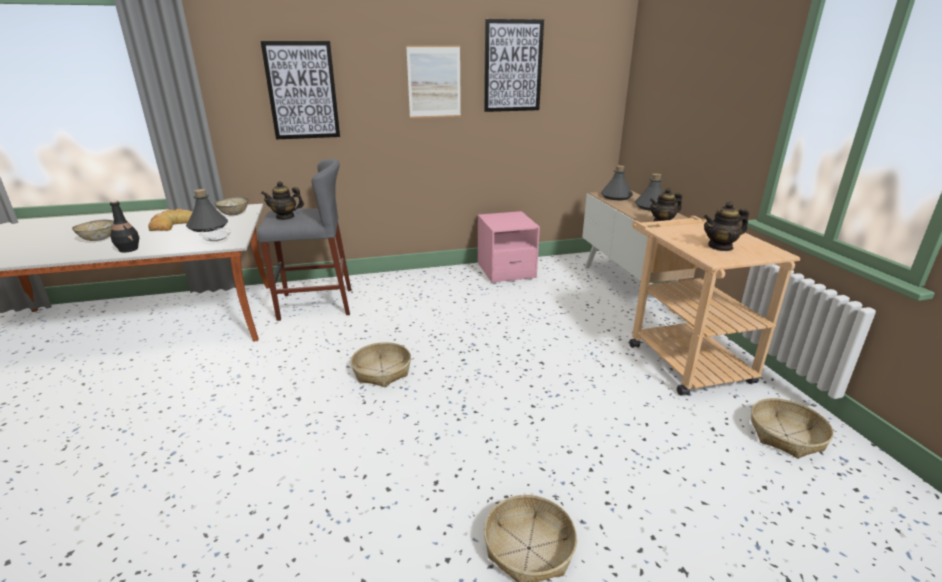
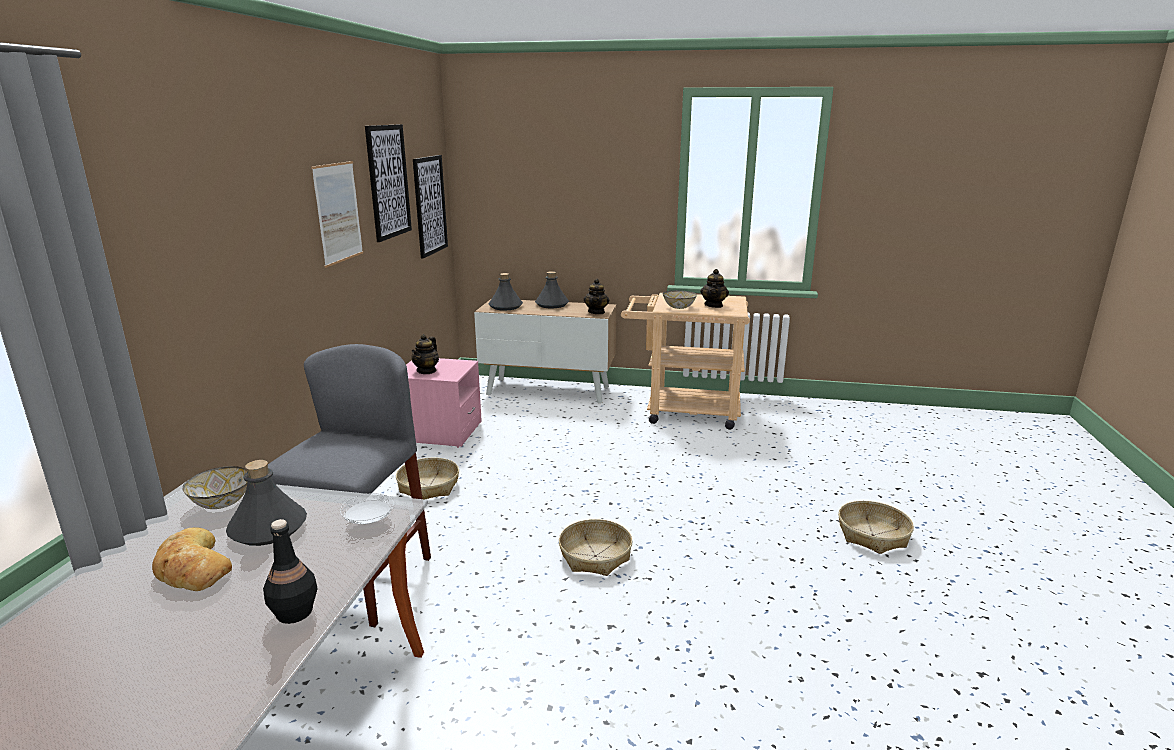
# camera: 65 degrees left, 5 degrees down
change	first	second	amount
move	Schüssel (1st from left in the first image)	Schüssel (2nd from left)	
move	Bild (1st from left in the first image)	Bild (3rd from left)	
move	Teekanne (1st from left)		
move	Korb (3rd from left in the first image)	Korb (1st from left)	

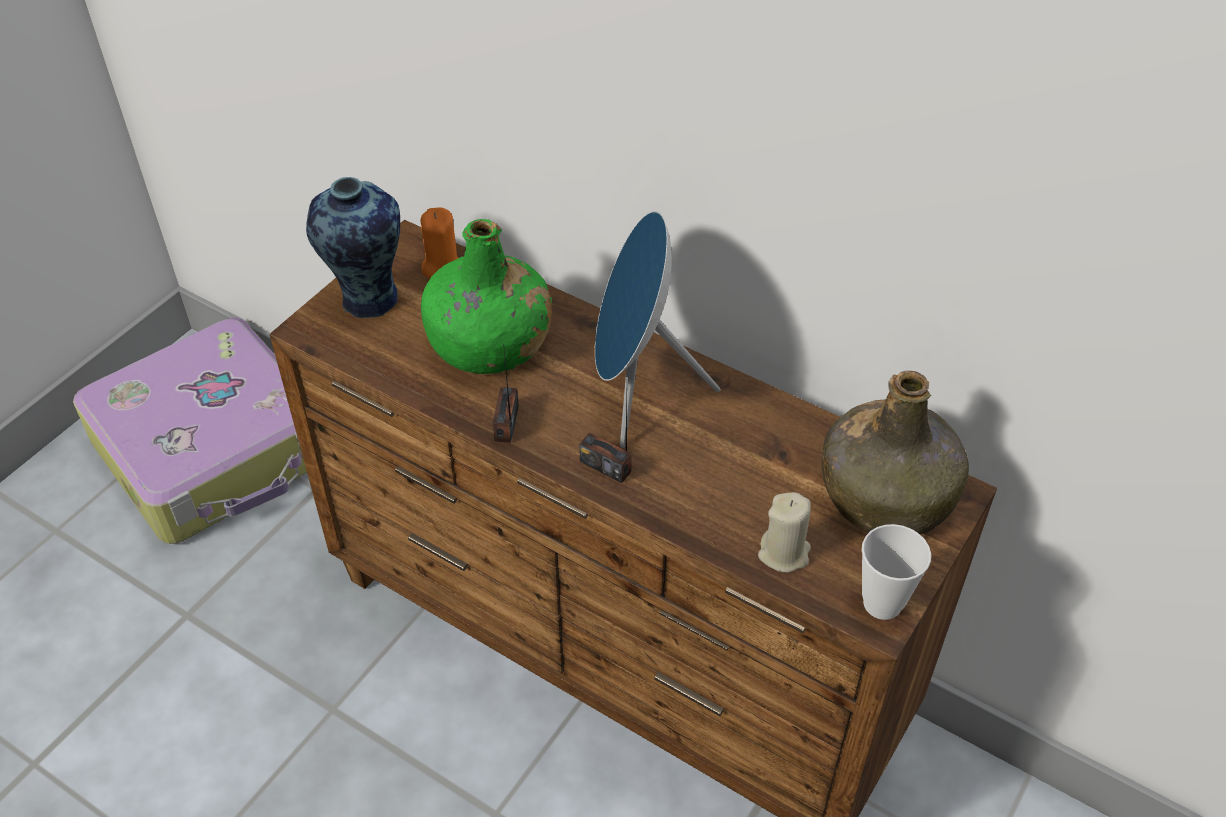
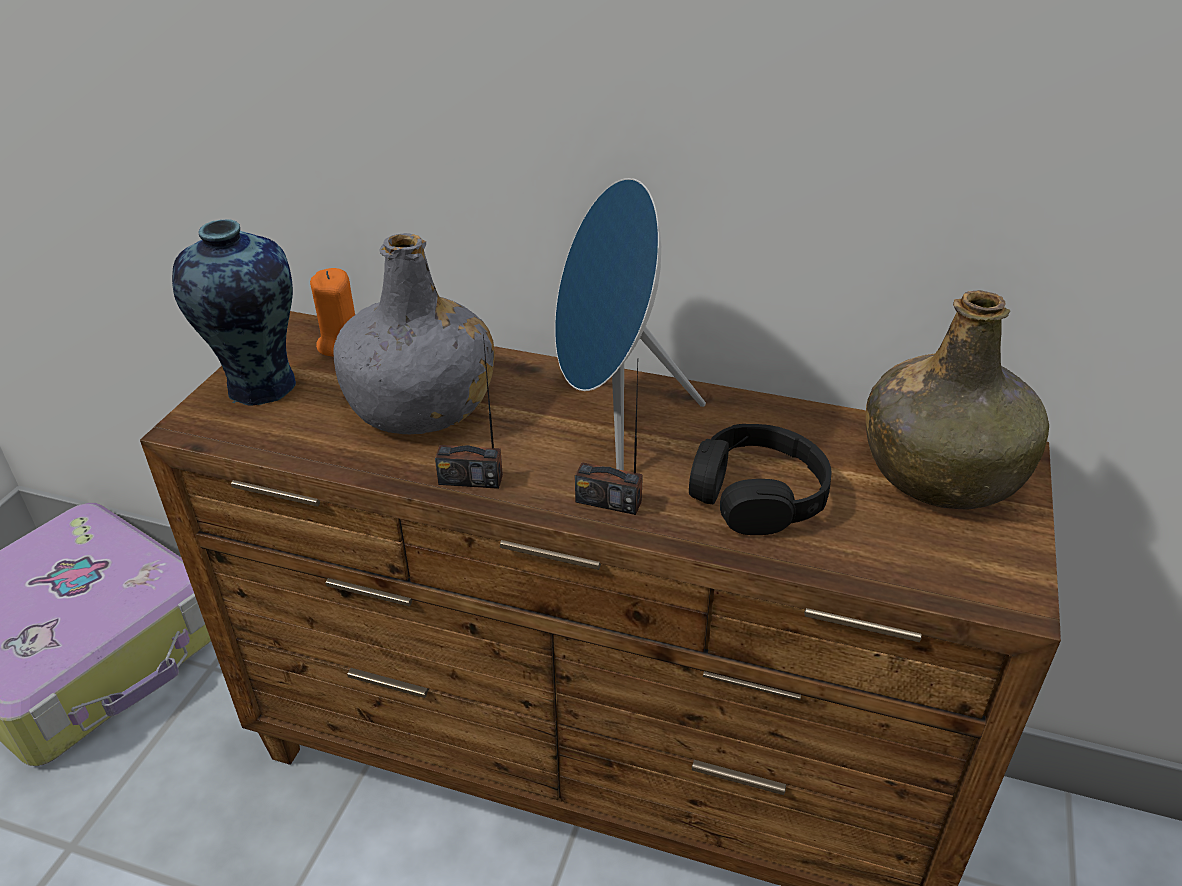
# camera: 15 degrees left, 10 degrees down
change	first	second	amount
delete	Kerze/beige		
delete	Tasse		
insert		Kopfhörer/schwarz	
recolor	Flasche/grün (1st from left)	Flasche/grau	
rotate	Radio (1st from left)		75 degrees counterclockwise

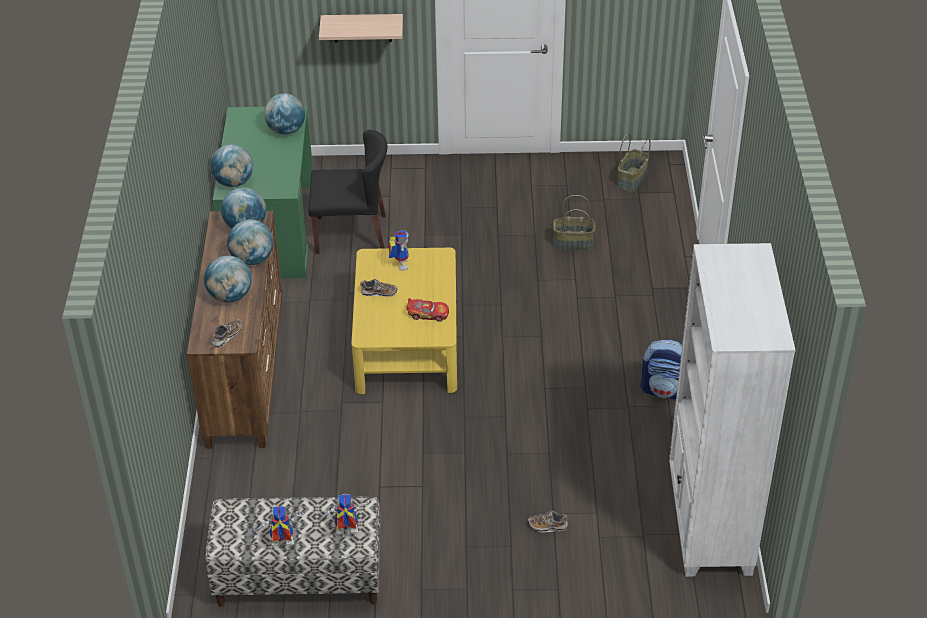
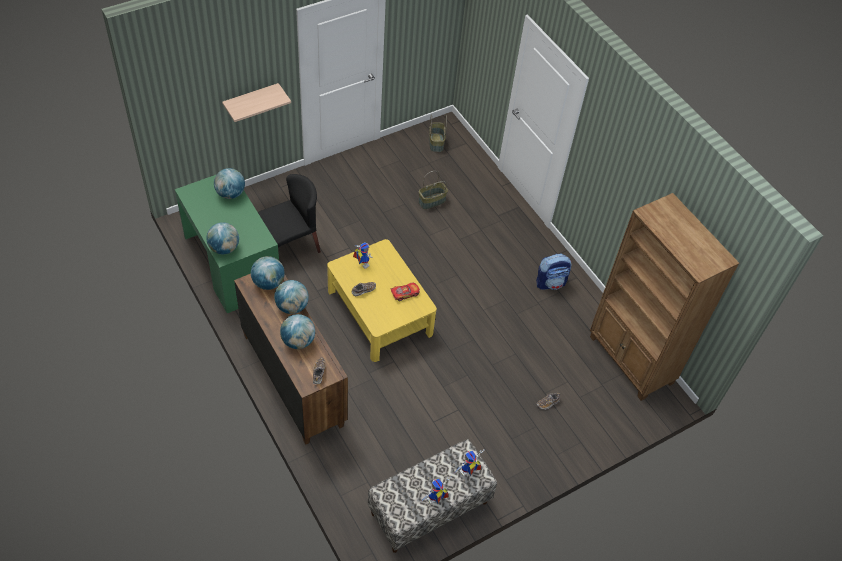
# camera: 35 degrees left, 10 degrees up
change	first	second	amount
recolor	Bücherregal/weiß	Bücherregal/braun	

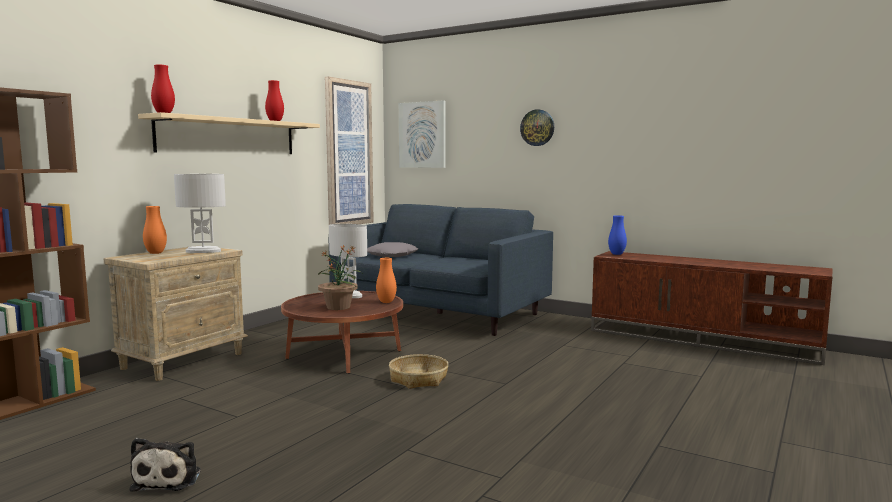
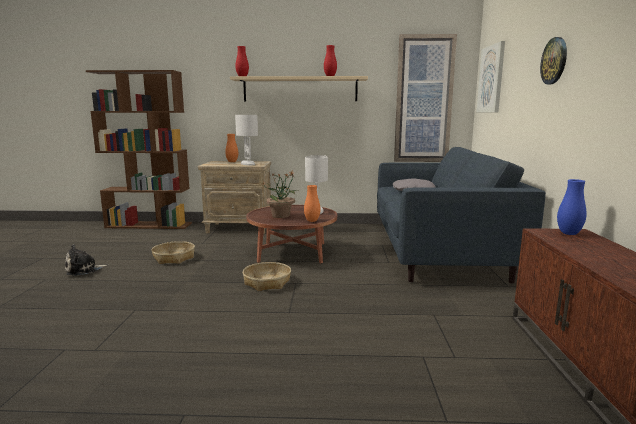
# camera: 60 degrees right, 5 degrees up
change	first	second	amount
insert		Korb (1st from left)	

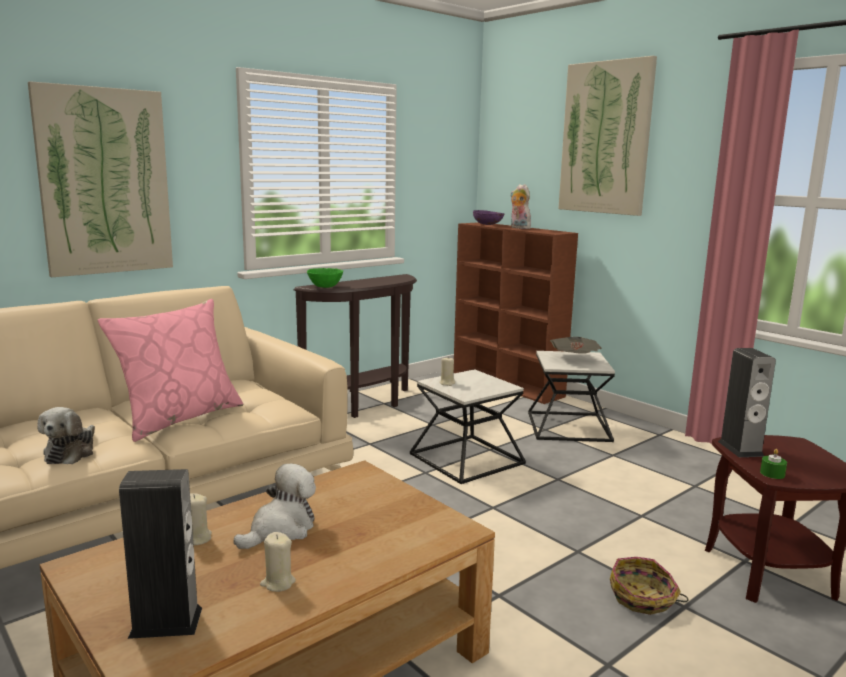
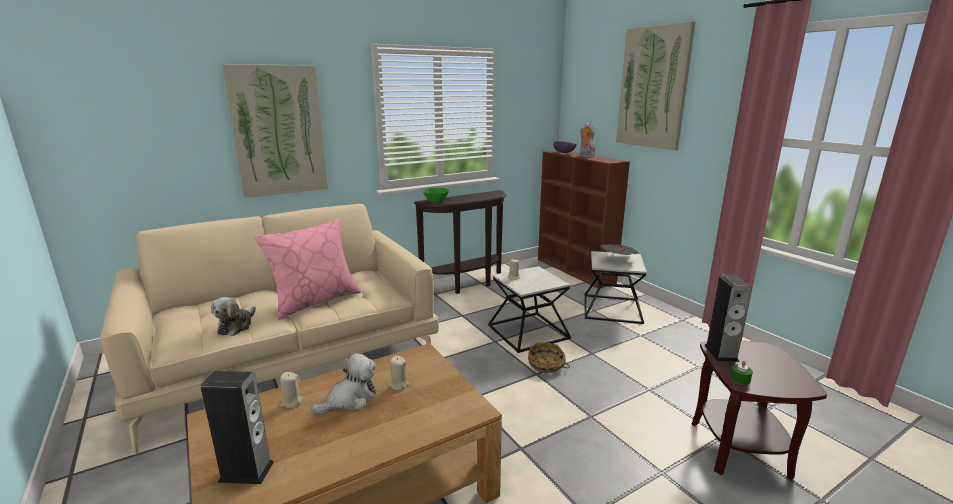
# camera: 10 degrees right, 5 degrees up
change	first	second	amount
move	Kerze/beige (2nd from left)		
move	Korb		

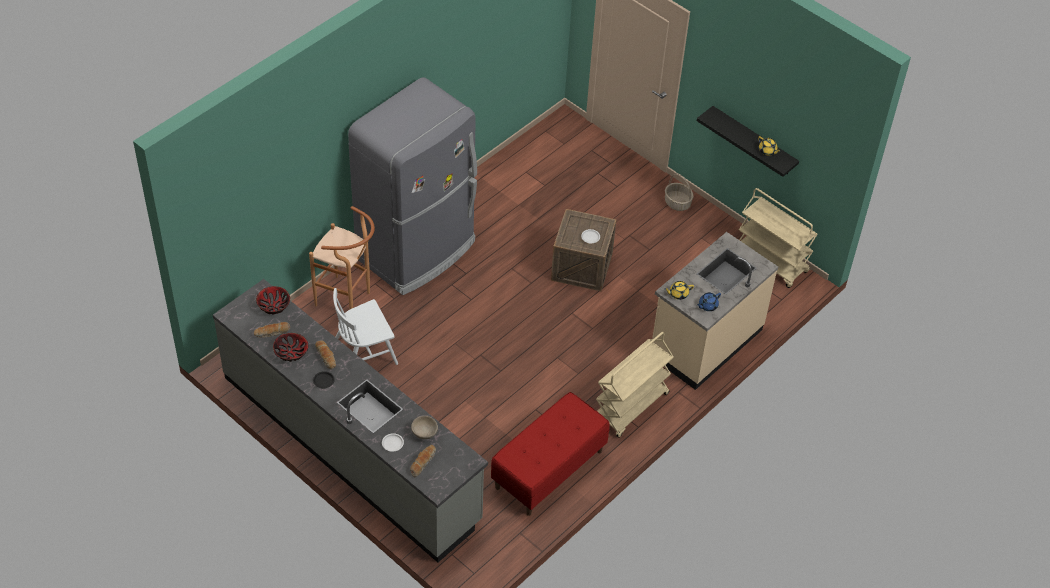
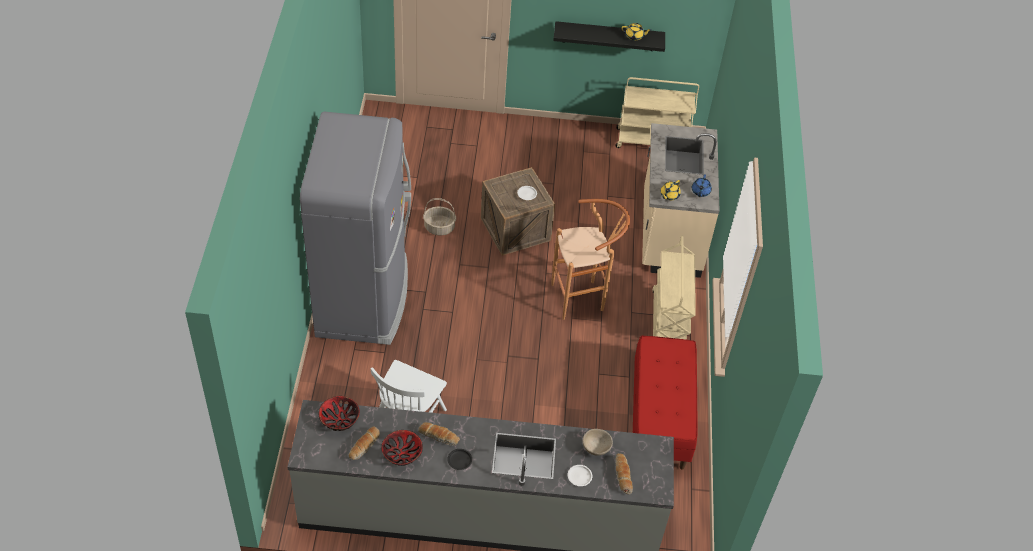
# camera: 40 degrees left, 0 degrees up
change	first	second	amount
move	Hocker/braun		
move	Korb		

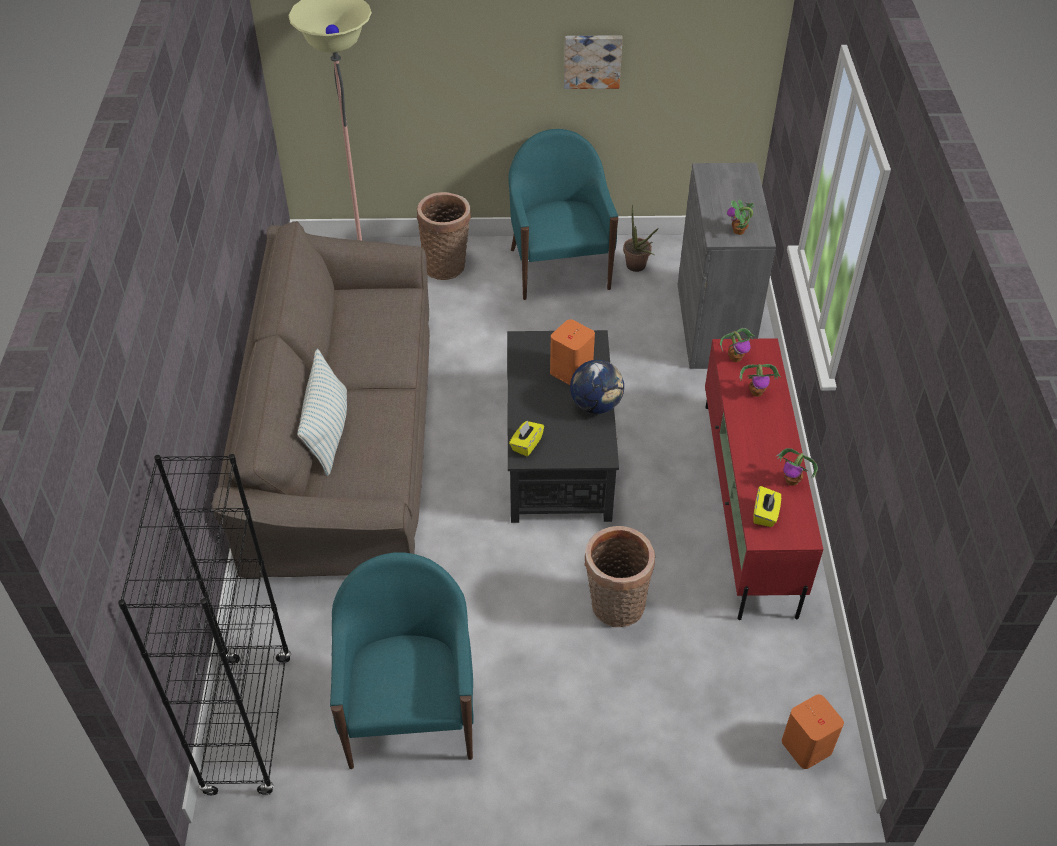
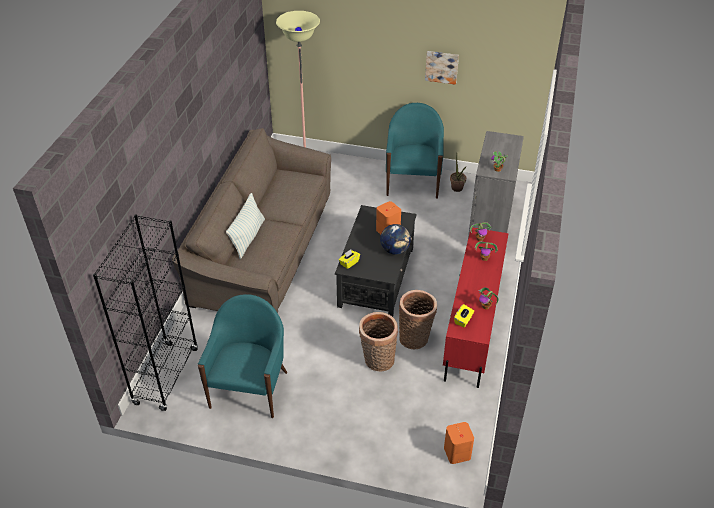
# camera: 15 degrees right, 5 degrees down
change	first	second	amount
move	Korb (1st from left in the first image)	Korb (2nd from left)	

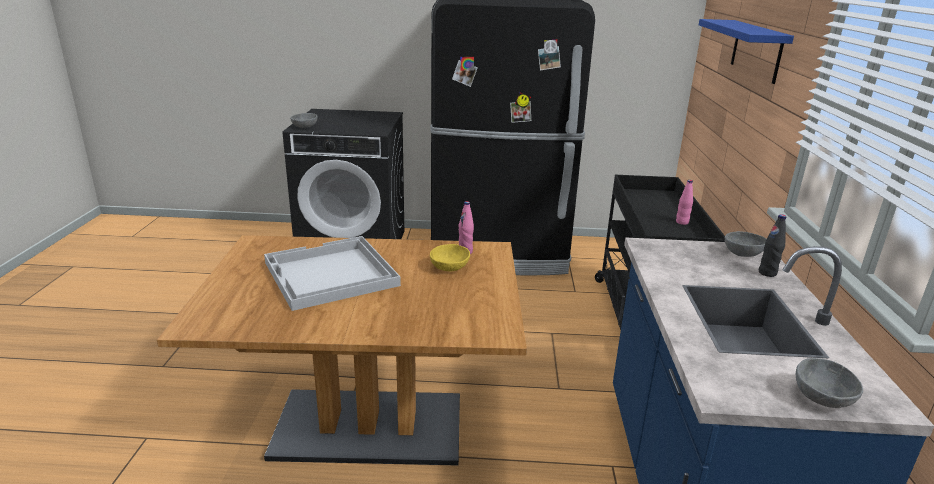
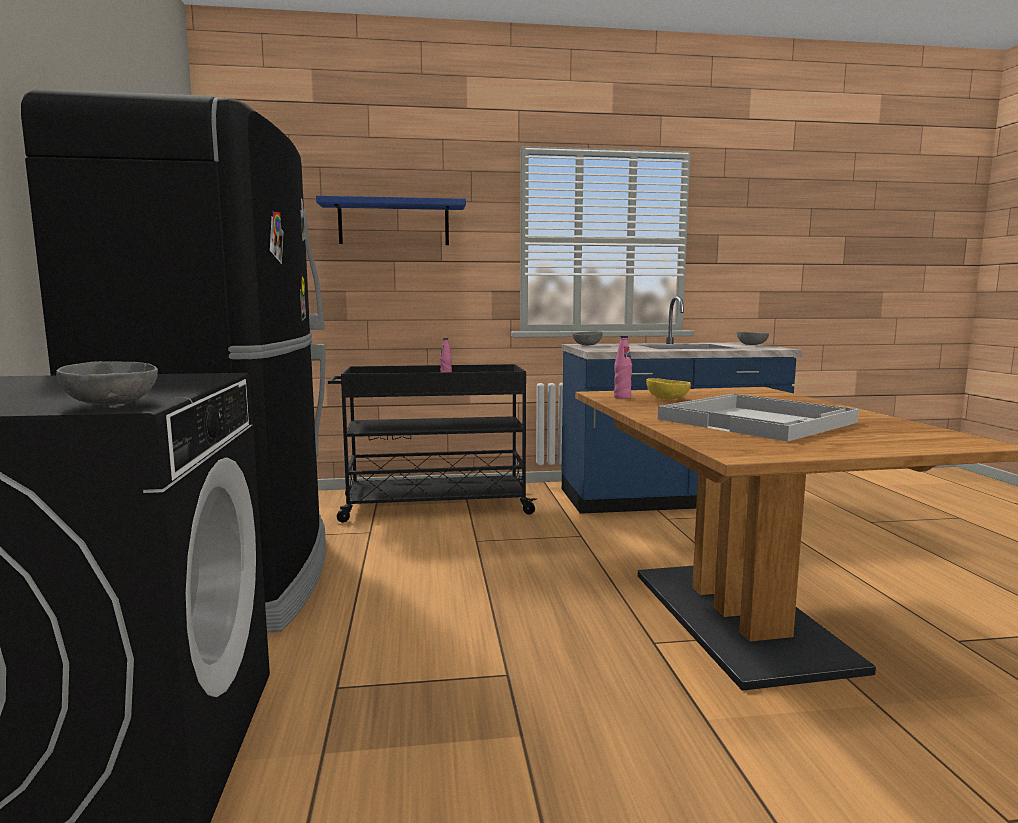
# camera: 100 degrees left, 15 degrees down
change	first	second	amount
delete	Flasche/schwarz		

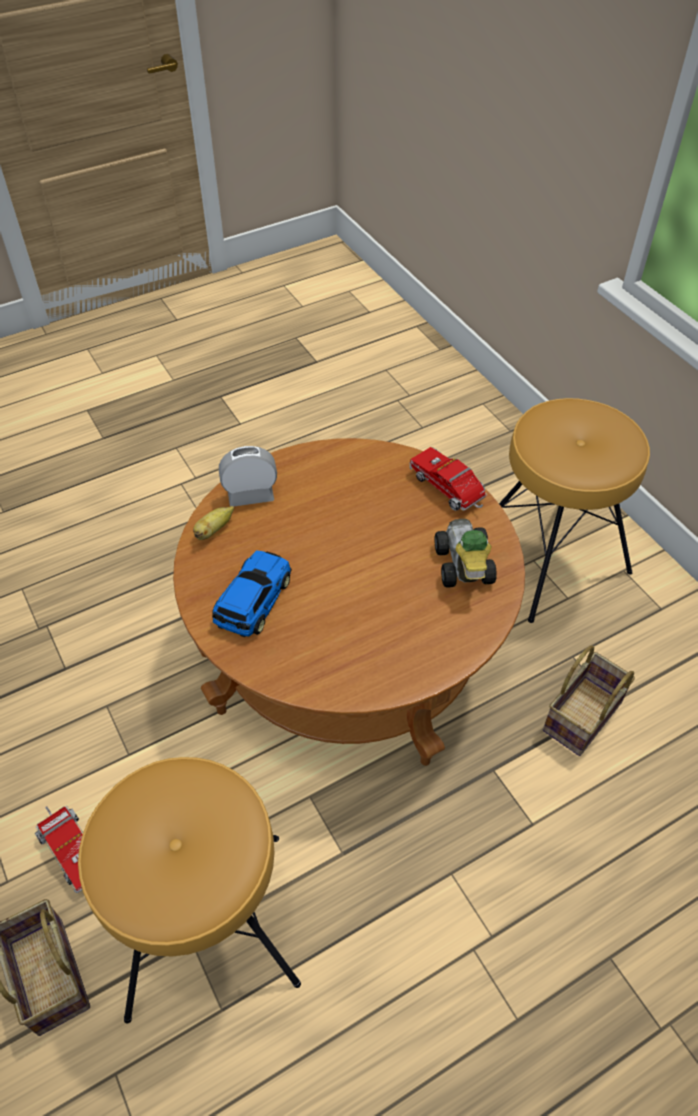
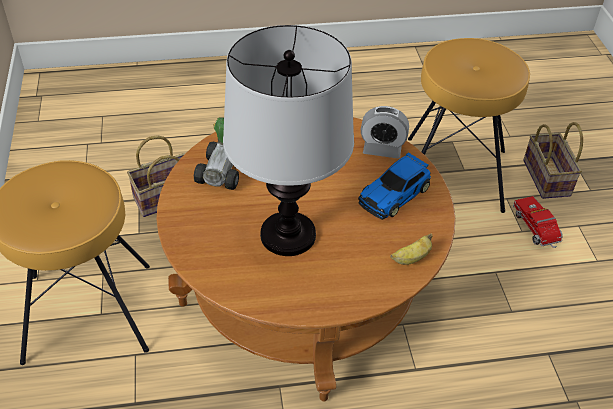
# camera: 160 degrees left, 5 degrees down
change	first	second	amount
delete	Spielzeuglaster (2nd from left)		
insert		Tischlampe	
move	Wecker		

